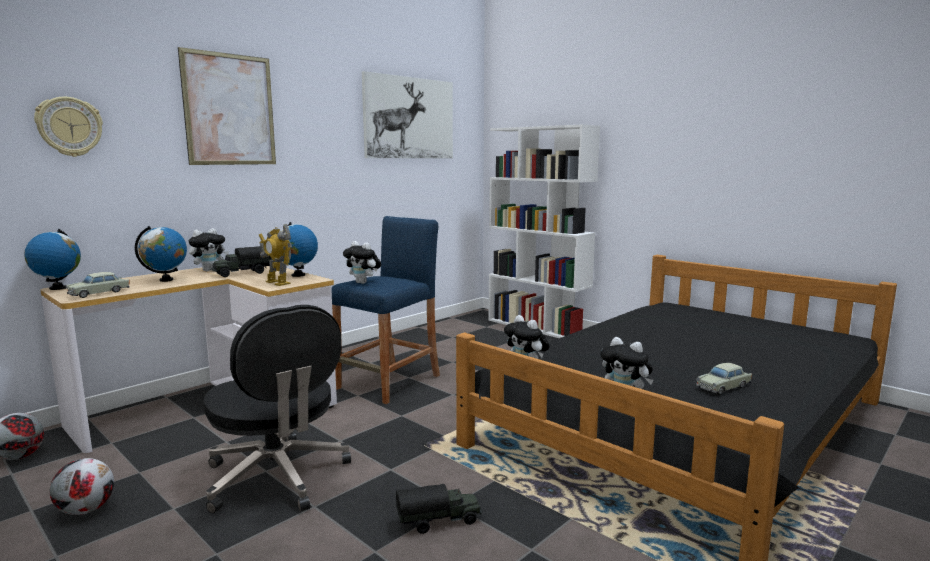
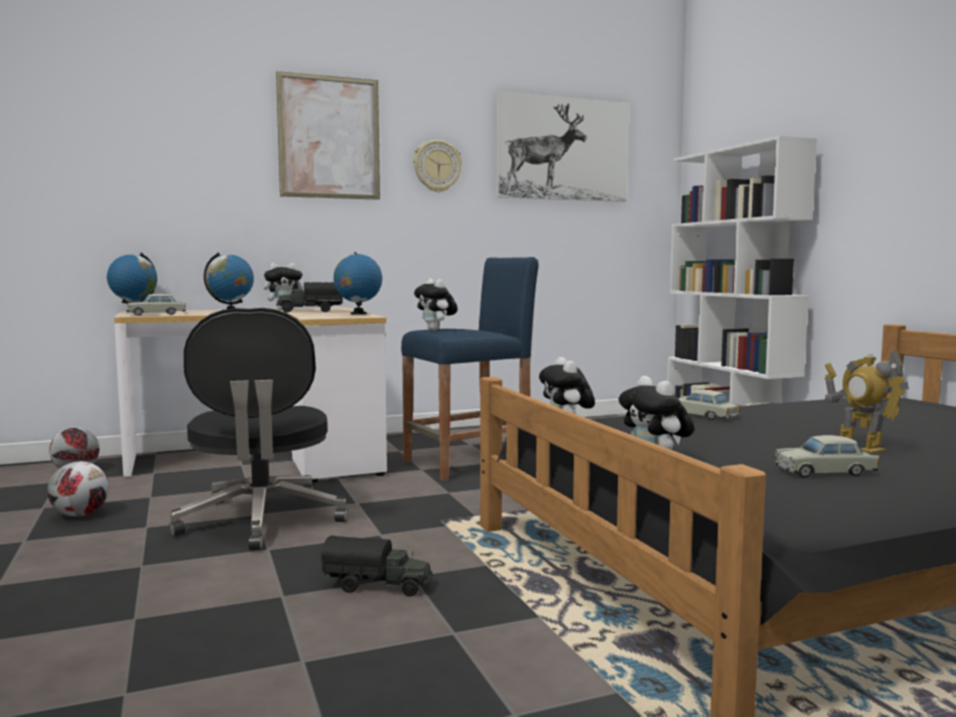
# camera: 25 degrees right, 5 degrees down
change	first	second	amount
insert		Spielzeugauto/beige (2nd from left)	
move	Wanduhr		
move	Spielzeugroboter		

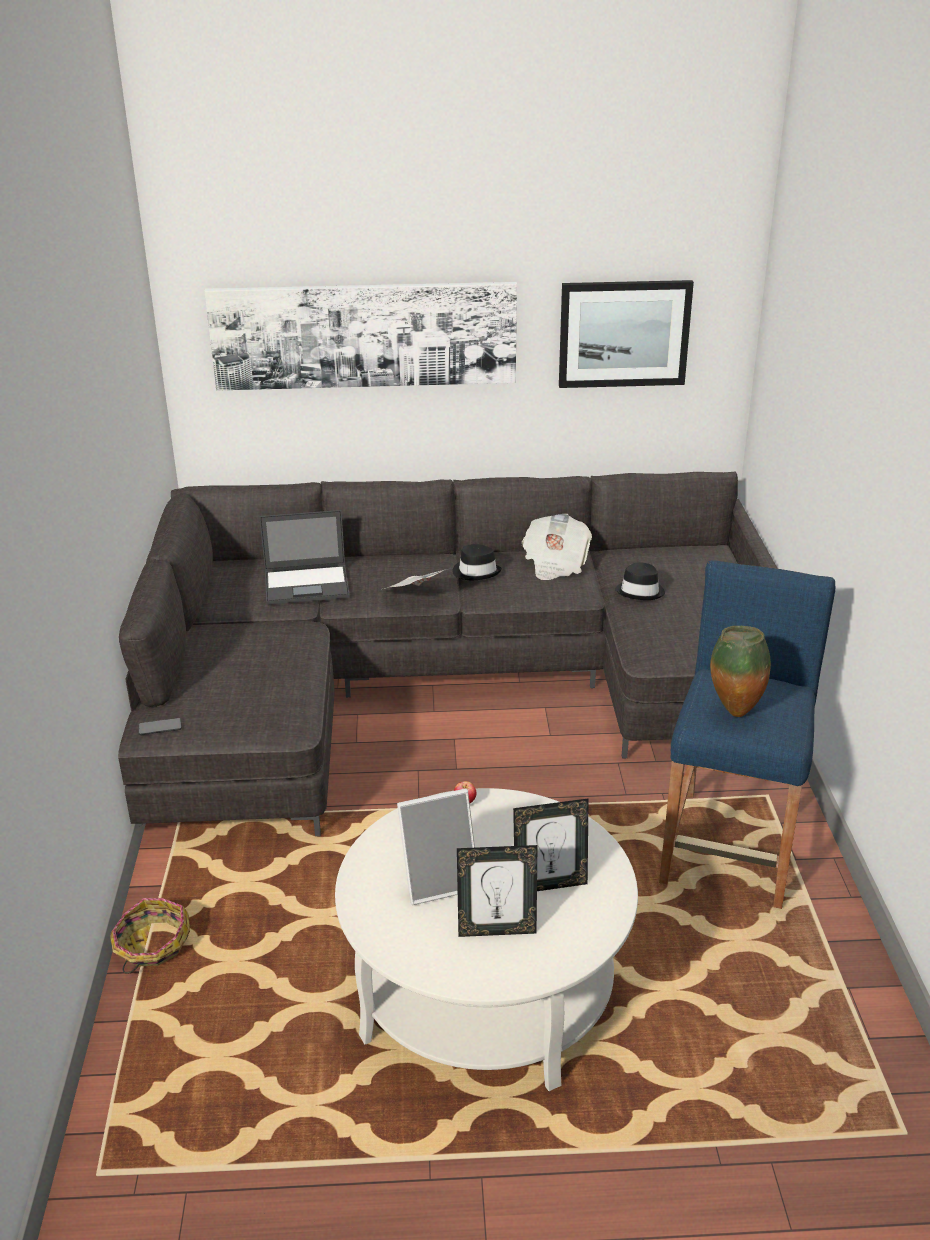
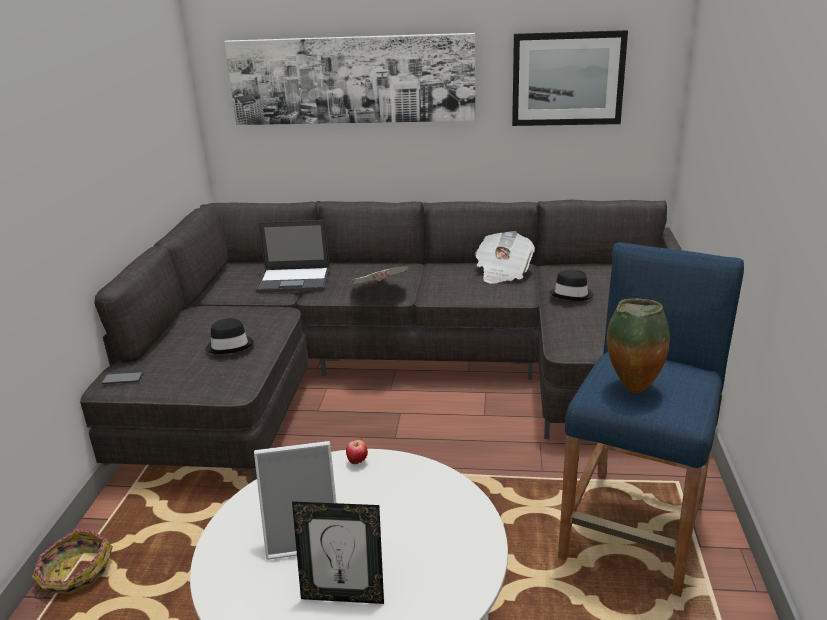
# camera: 10 degrees right, 5 degrees down
change	first	second	amount
delete	Bilderrahmen (3rd from left)		
move	Hut/schwarz (1st from left)		

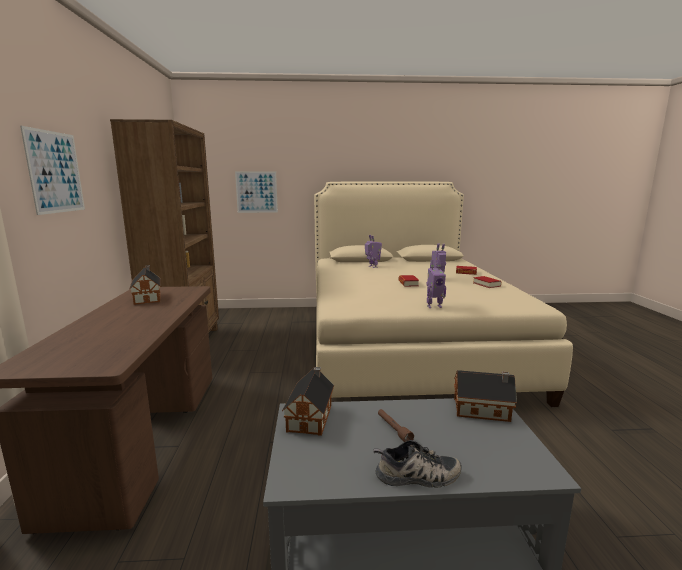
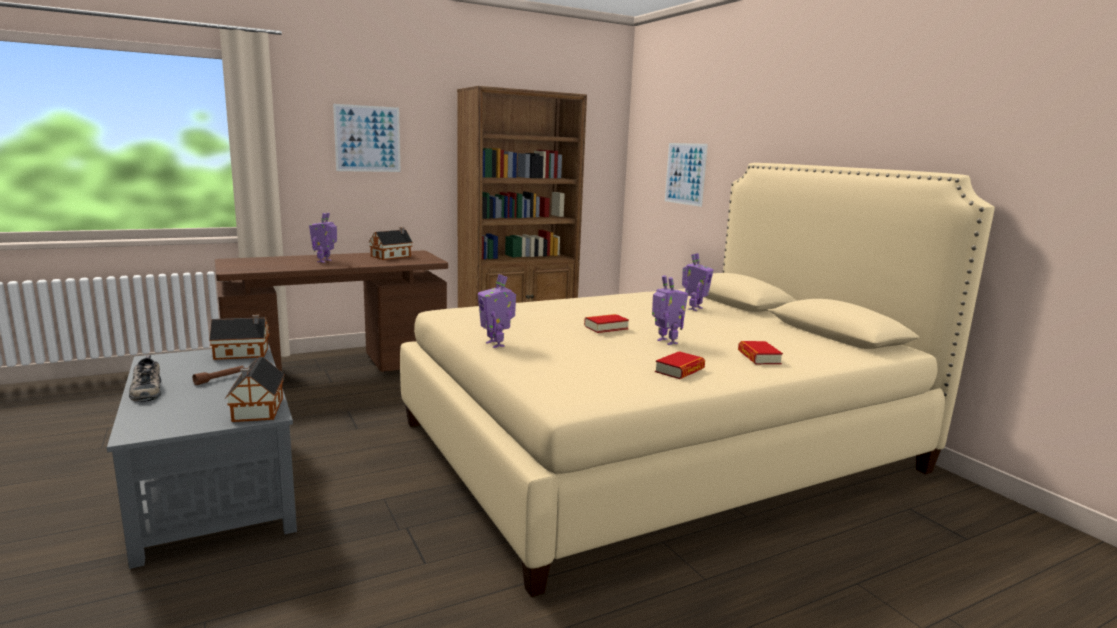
# camera: 65 degrees right, 0 degrees up
change	first	second	amount
insert		Spielzeugroboter (1st from left)	

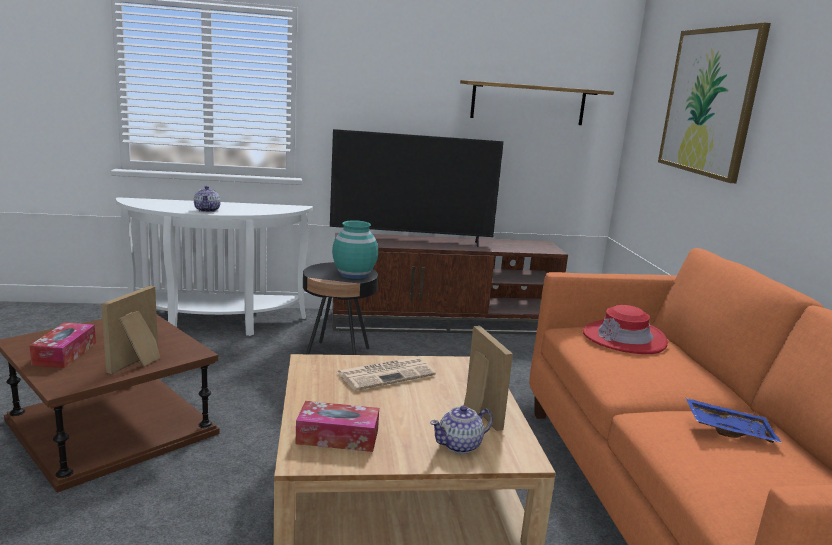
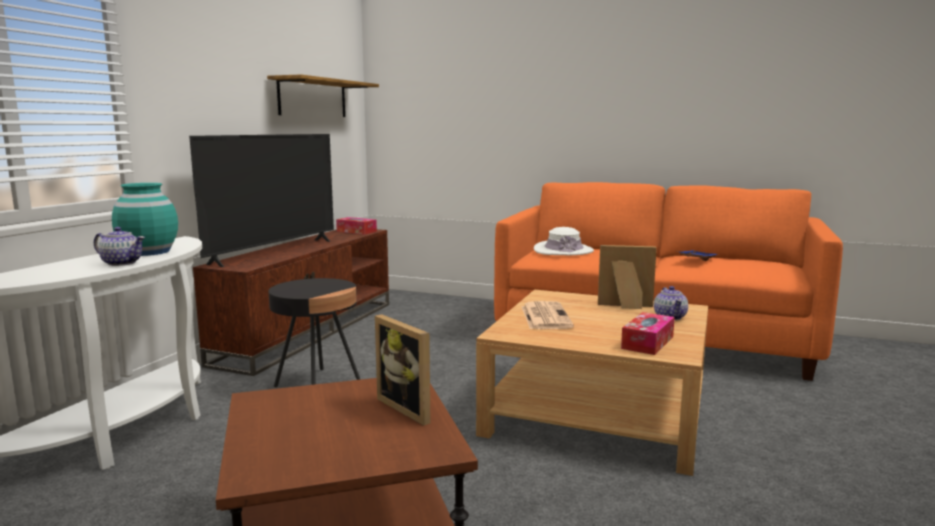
# camera: 60 degrees left, 5 degrees down
change	first	second	amount
delete	Bild		
move	Taschentuchbox (1st from left)		
move	Vase/türkis		
recolor	Hut/rot	Hut/weiß	

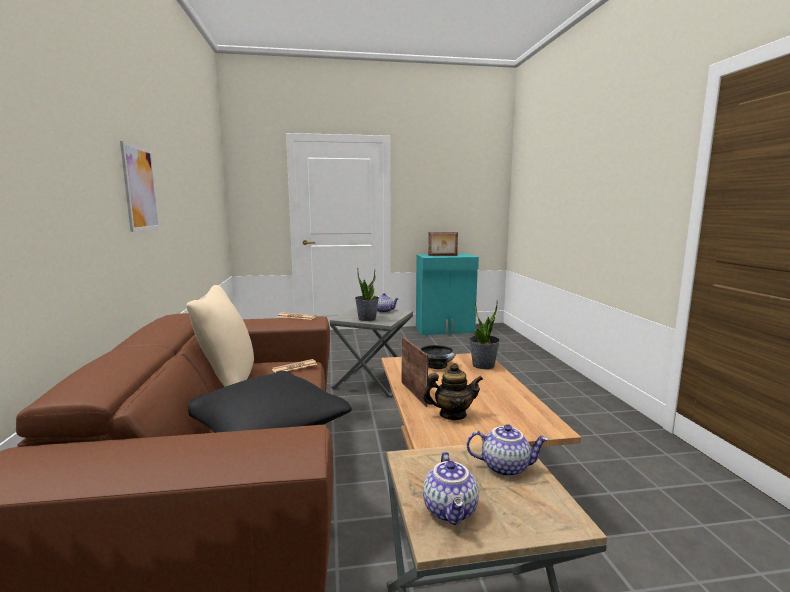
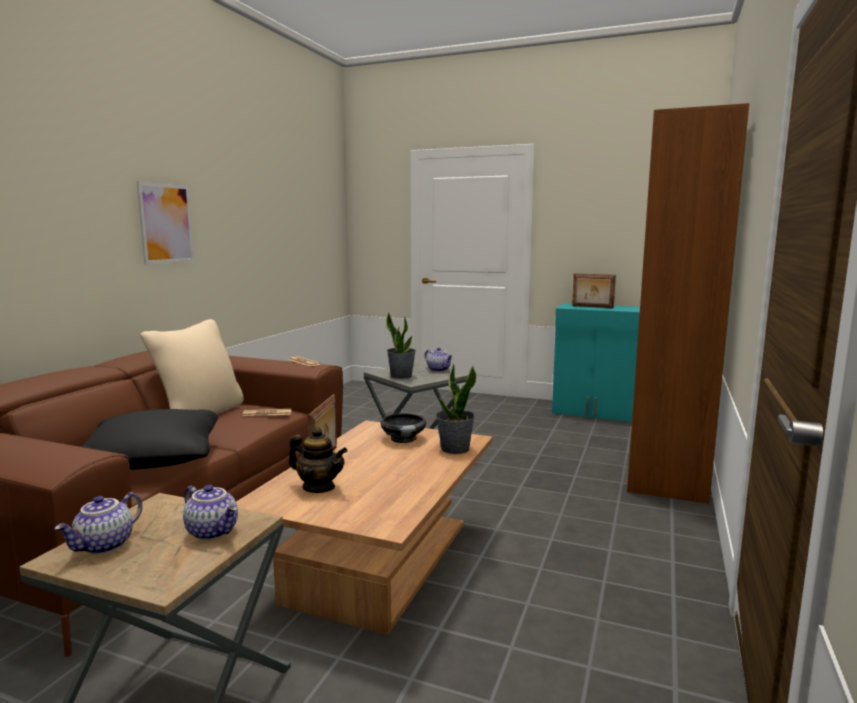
# camera: 30 degrees right, 0 degrees up
change	first	second	amount
insert		Bücherregal/braun	

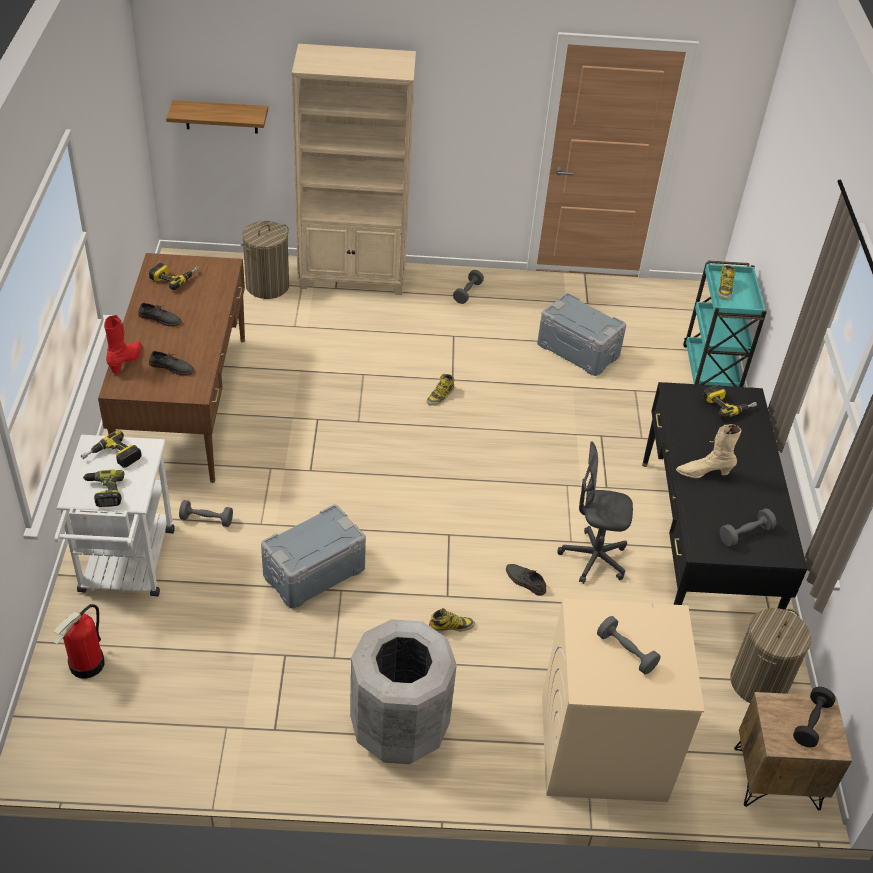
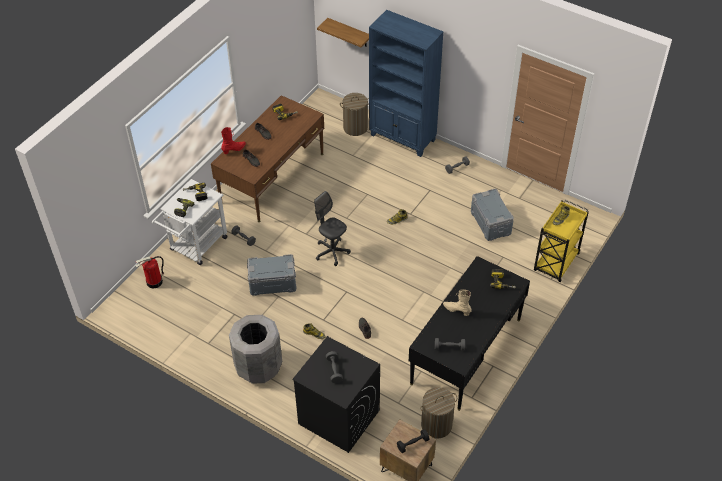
# camera: 35 degrees right, 5 degrees up
change	first	second	amount
move	Bürostuhl/grau		
recolor	Bücherregal/beige	Bücherregal/blau	
recolor	Waschmaschine/beige	Waschmaschine/schwarz	
recolor	Rollwagen/türkis	Rollwagen/gelb	

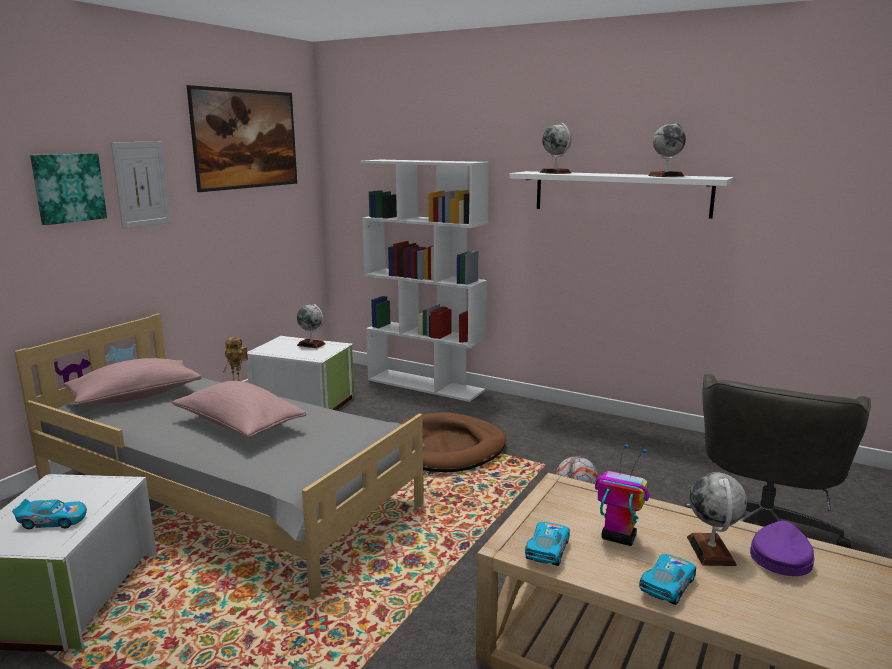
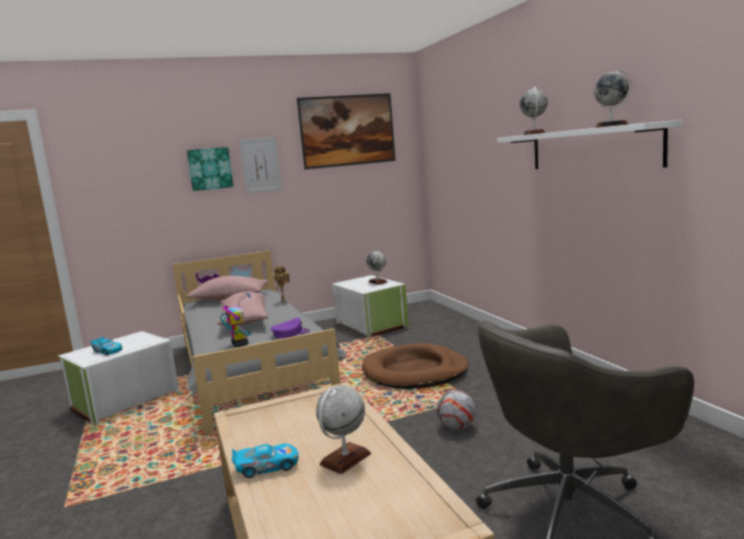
# camera: 40 degrees right, 5 degrees down
change	first	second	amount
delete	Bücherregal/weiß		
delete	Spielzeugauto (2nd from left)		
move	Spielzeugroboter (2nd from left in the first image)	Spielzeugroboter (1st from left)	
move	Kappe/lila		

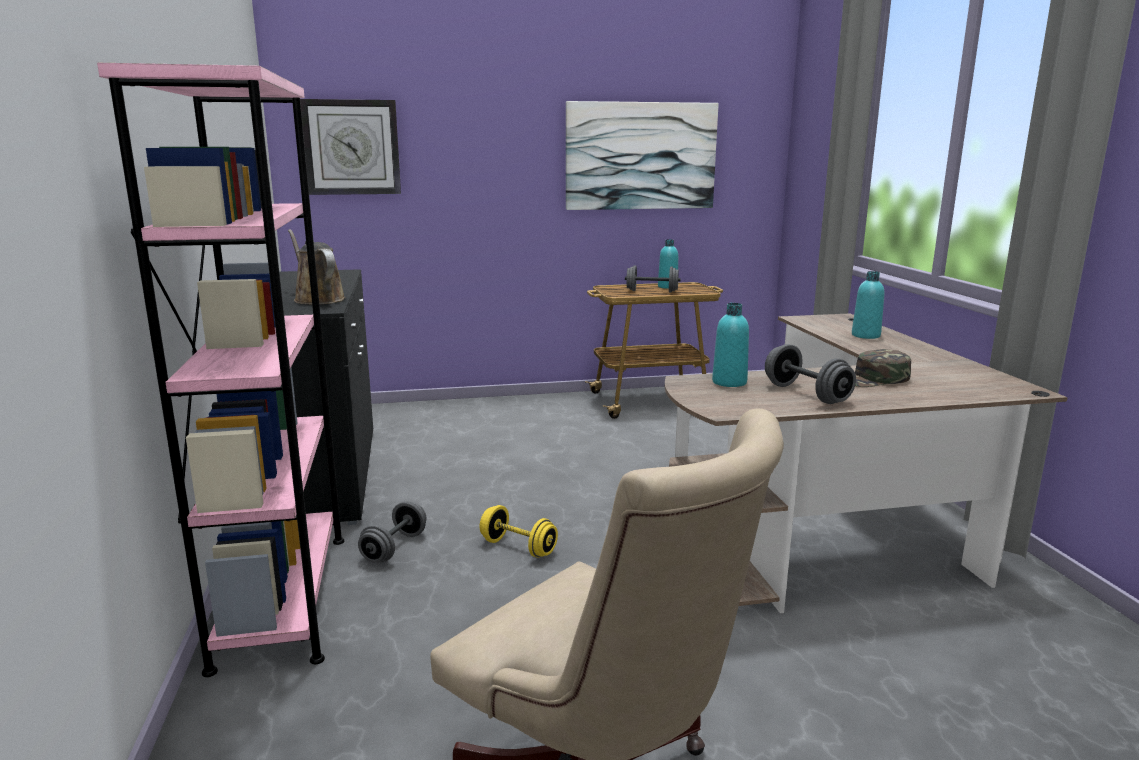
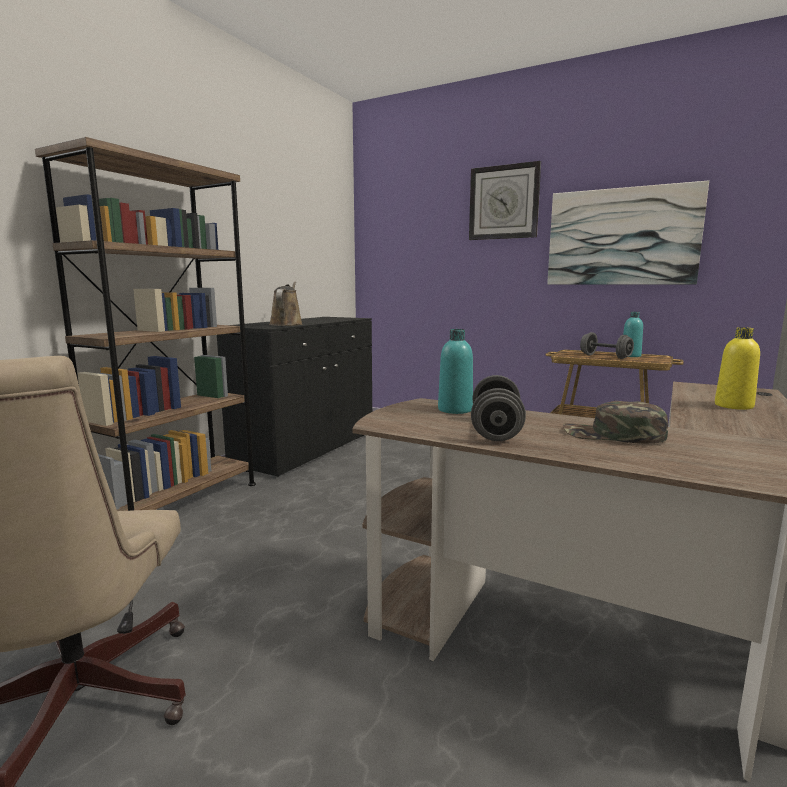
# camera: 40 degrees right, 5 degrees down
change	first	second	amount
delete	Hantel/grau (1st from left)		
delete	Hantel/gelb		
move	Wanduhr		
recolor	Bücherregal/rosa	Bücherregal/braun	
recolor	Flasche/türkis (3rd from left)	Flasche/gelb	

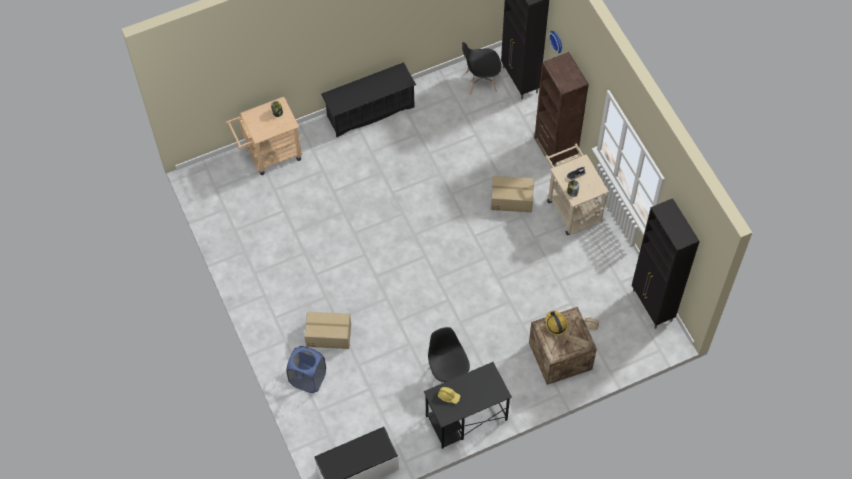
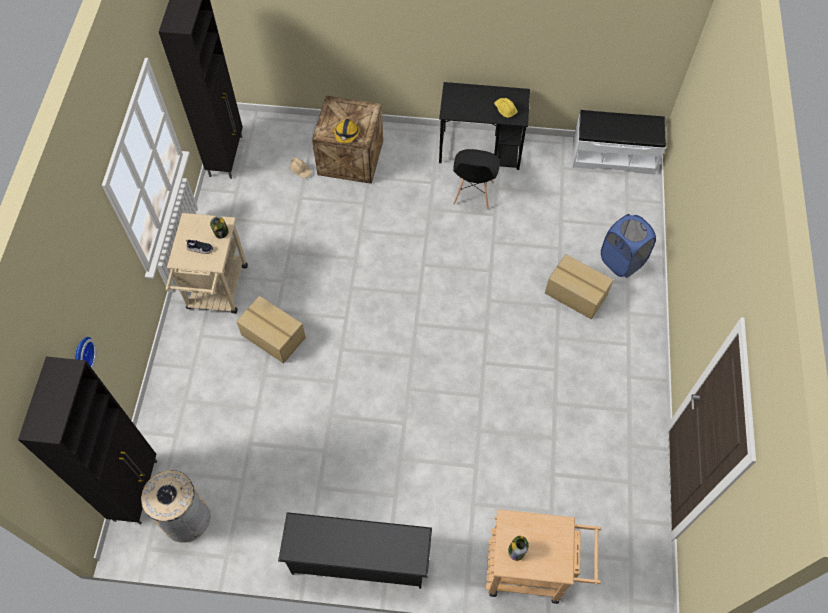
# camera: 150 degrees left, 0 degrees up
change	first	second	amount
delete	Bücherregal/braun		
replace	Stuhl/schwarz (2nd from left)	Mülleimer/beige	

